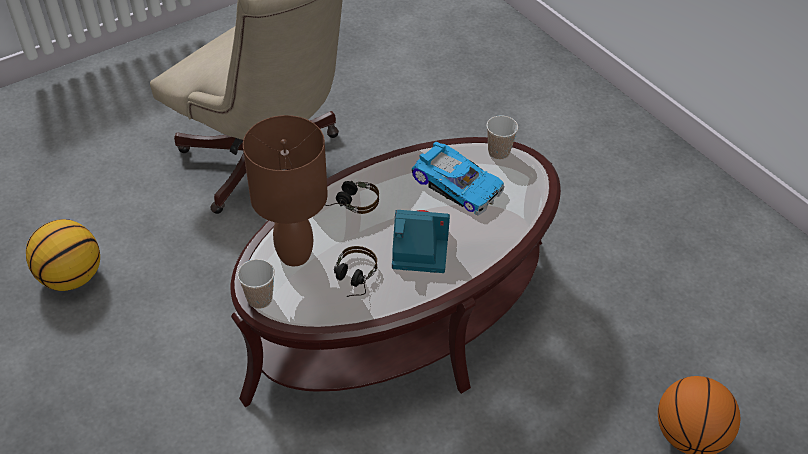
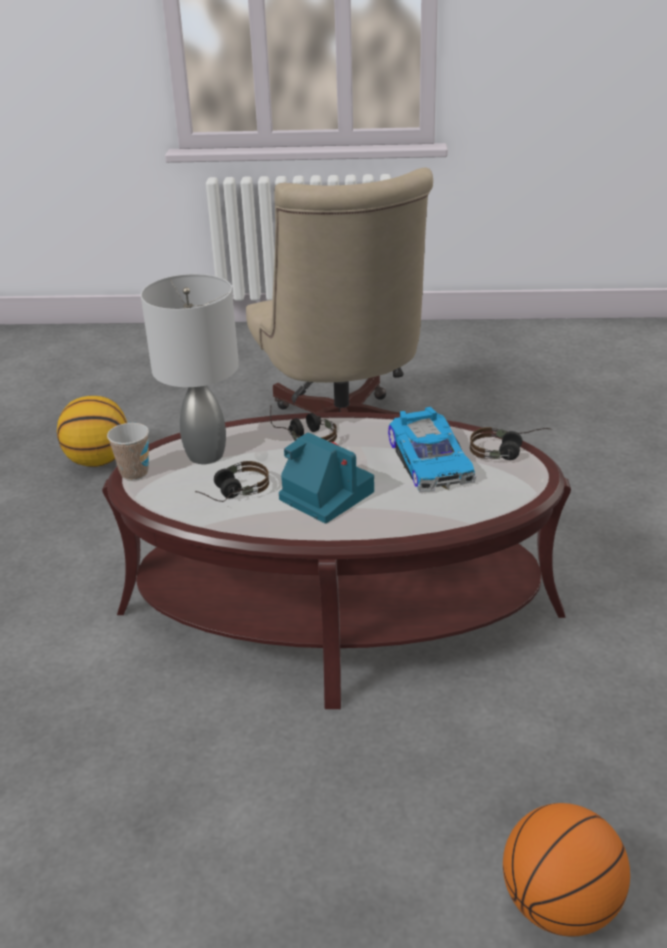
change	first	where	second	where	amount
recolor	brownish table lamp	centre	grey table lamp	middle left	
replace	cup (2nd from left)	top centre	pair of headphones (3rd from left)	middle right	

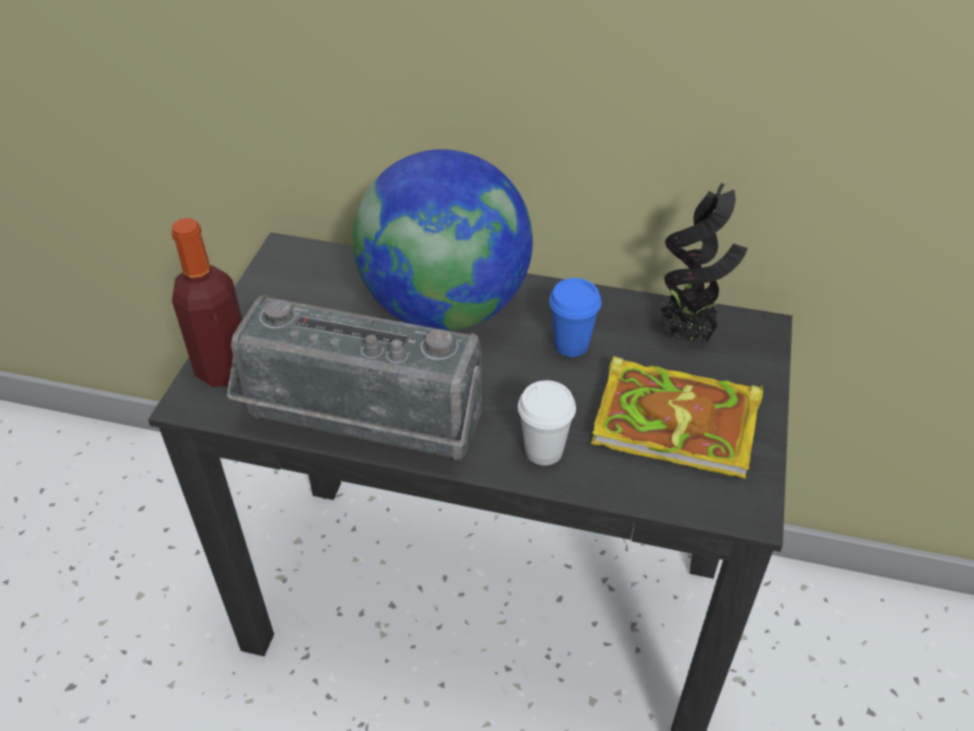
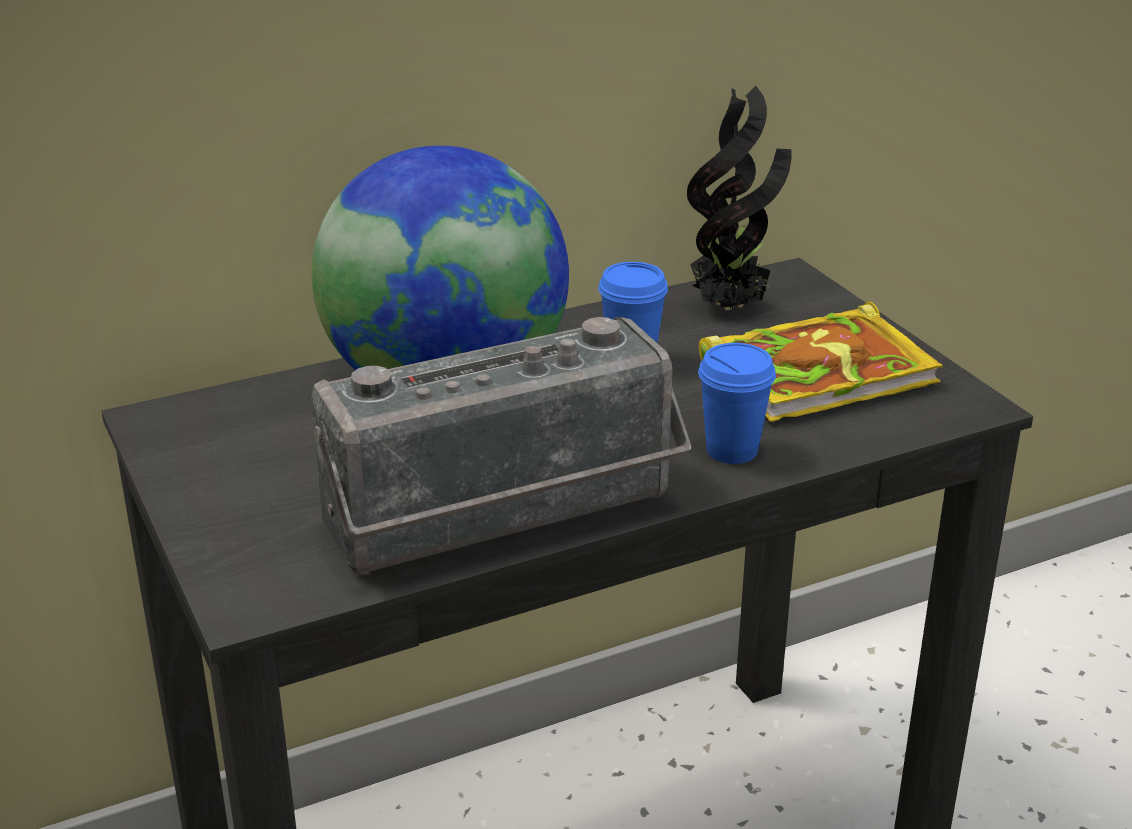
change	first	where	second	where	amount
recolor	white-coloured cup	centre	blue-coloured cup (2nd from left)	centre	
delete	beverage bottle	middle left			

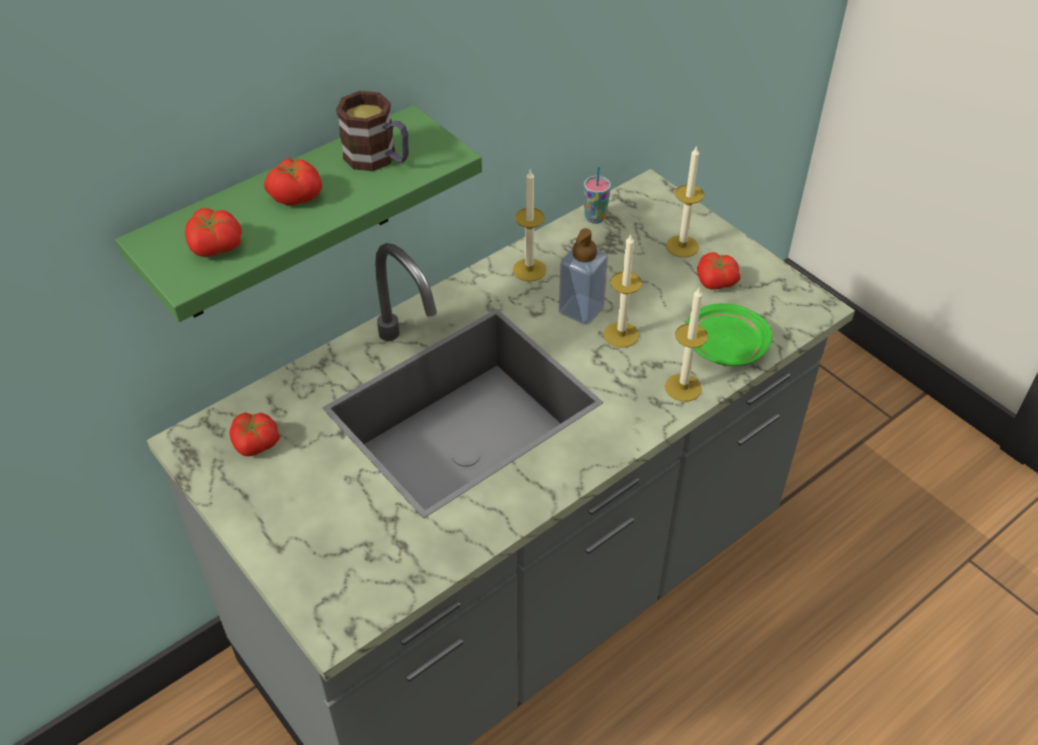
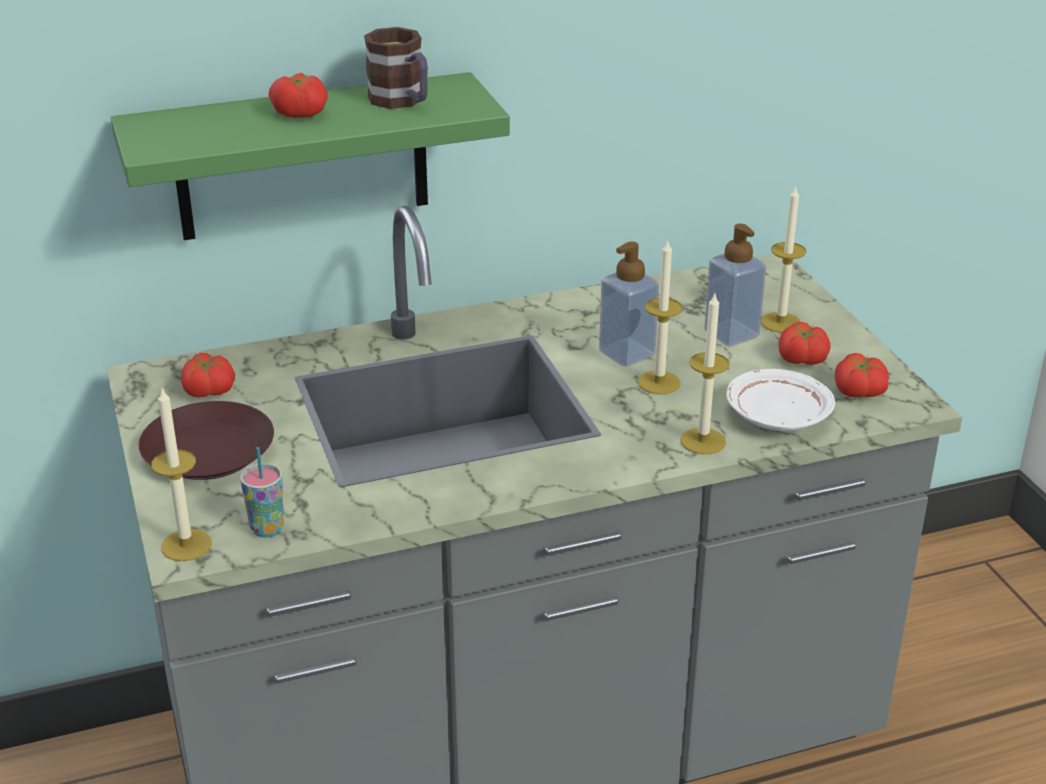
change	first	where	second	where	amount
insert			brownish plate	middle left	
move	candle (1st from left)	top centre		middle left	
move	cup	top centre		middle left	
insert			liquid soap bottle (2nd from left)	middle right	
recolor	green-coloured plate	middle right	white-coloured plate	middle right	
move	whole tomato (1st from left in the first image)	top left	whole tomato (4th from left)	middle right	

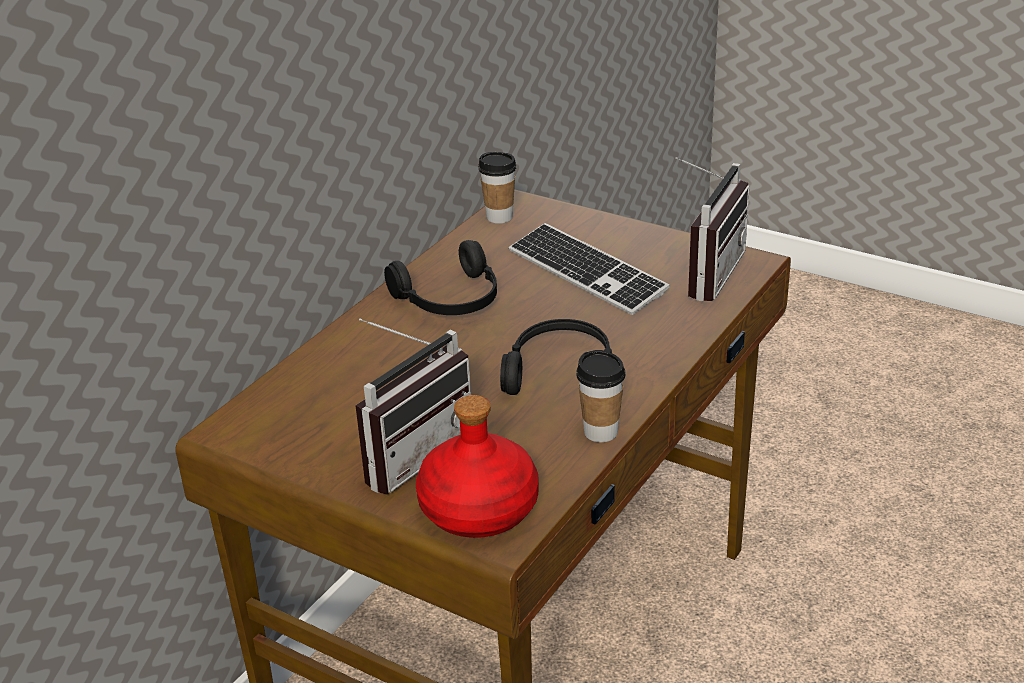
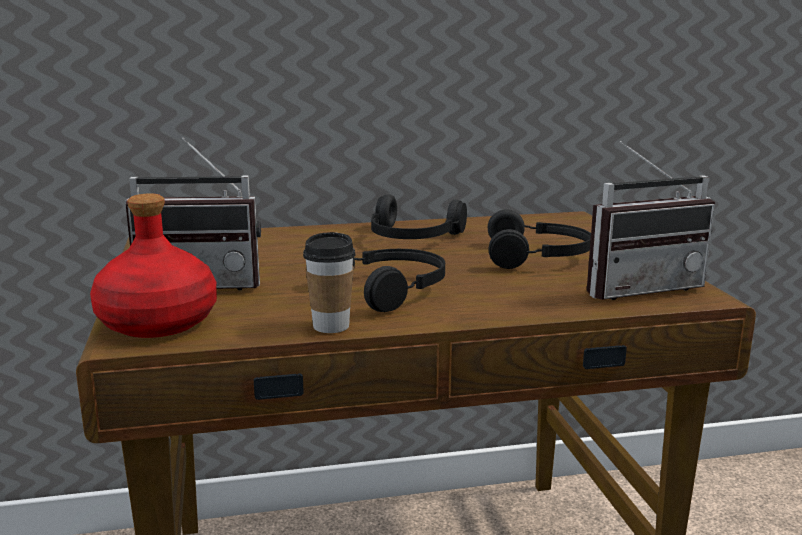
change	first	where	second	where	amount
replace	PC keyboard	centre	black-coloured pair of headphones (3rd from left)	middle right	
delete	cup (1st from left)	top centre			

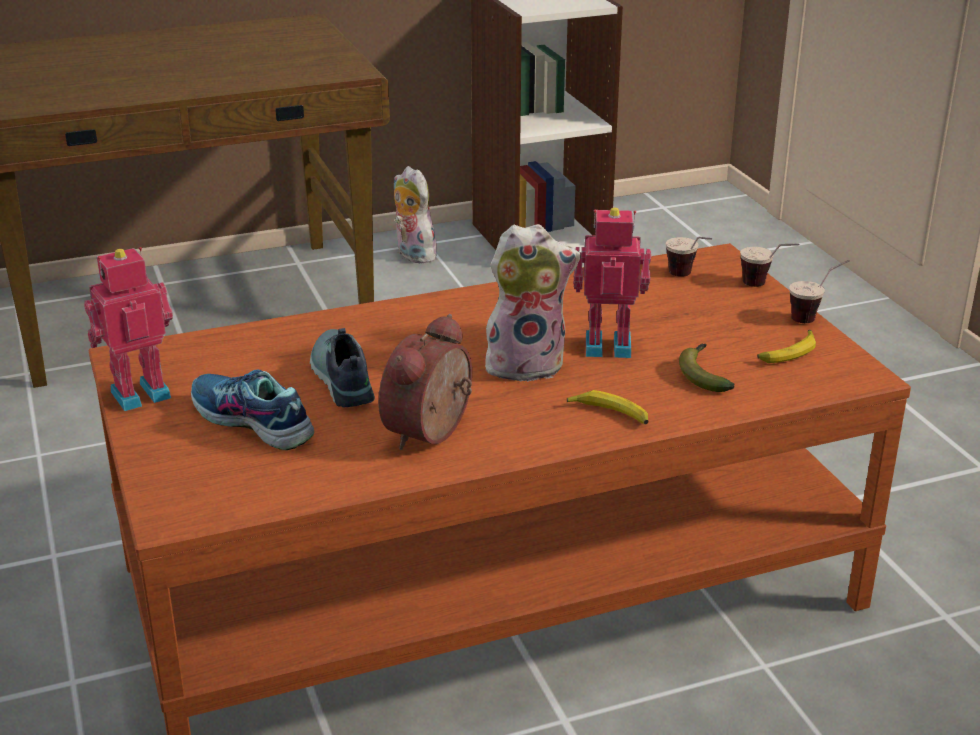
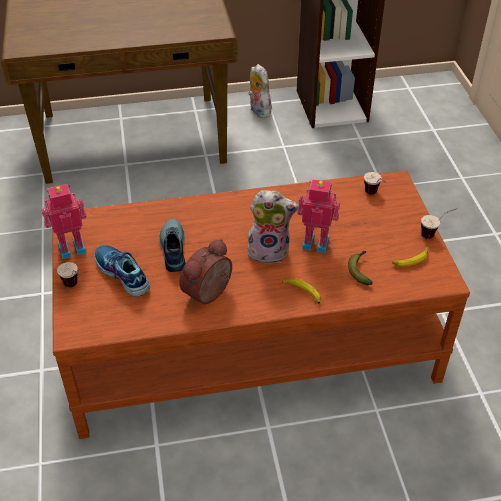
change	first	where	second	where	amount
move	cup (2nd from left in the first image)	middle right	cup (1st from left)	middle left	

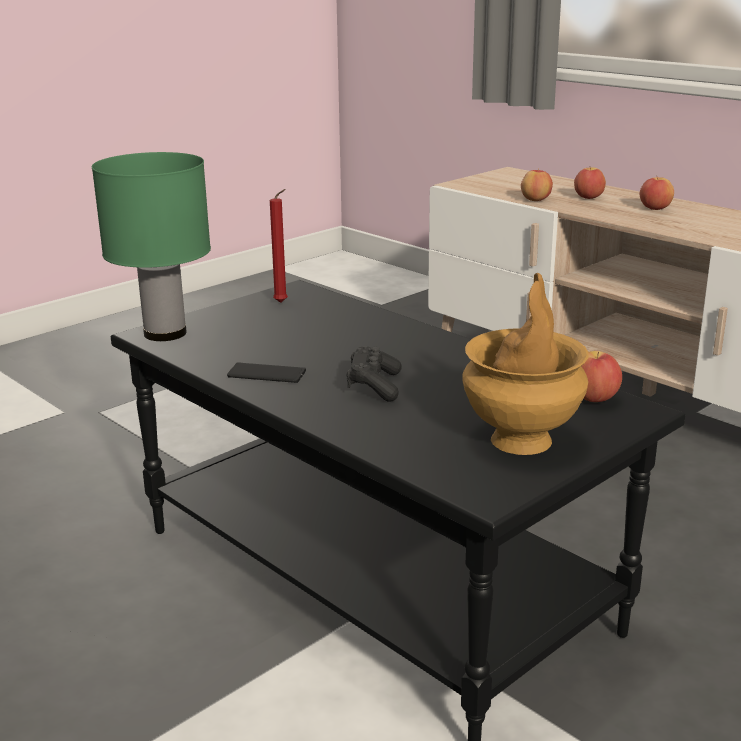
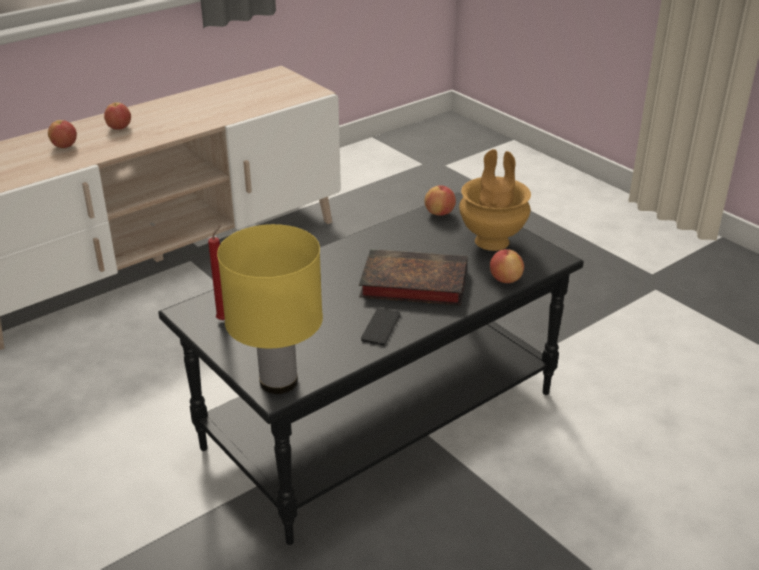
change	first	where	second	where	amount
recolor	green-coloured table lamp	top left	yellow table lamp	centre	
replace	black-coloured gamepad	centre	book	centre	
move	apple (1st from left in the first image)	top right	apple (4th from left)	middle right	

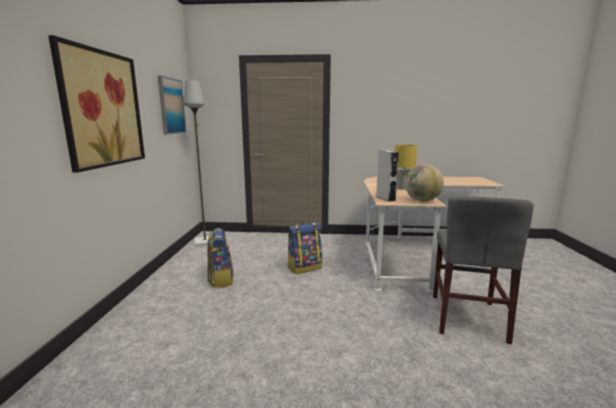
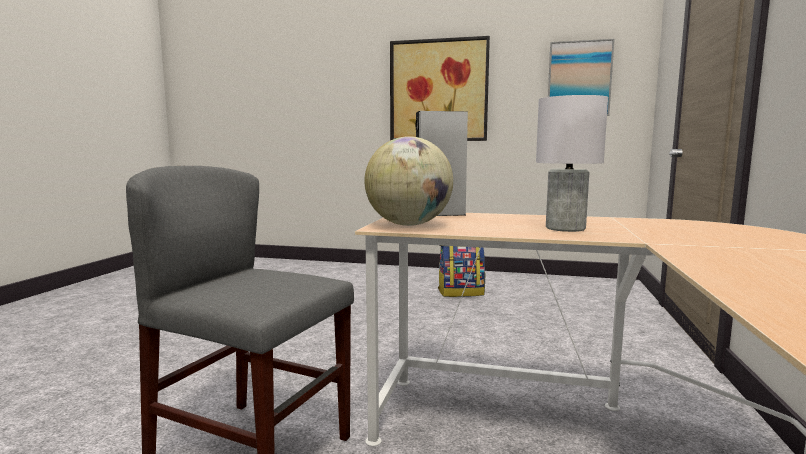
change	first	where	second	where	amount
recolor	yellow table lamp	centre	white-coloured table lamp	middle right	
delete	grey floor lamp	middle left			
delete	knapsack (2nd from left)	centre			

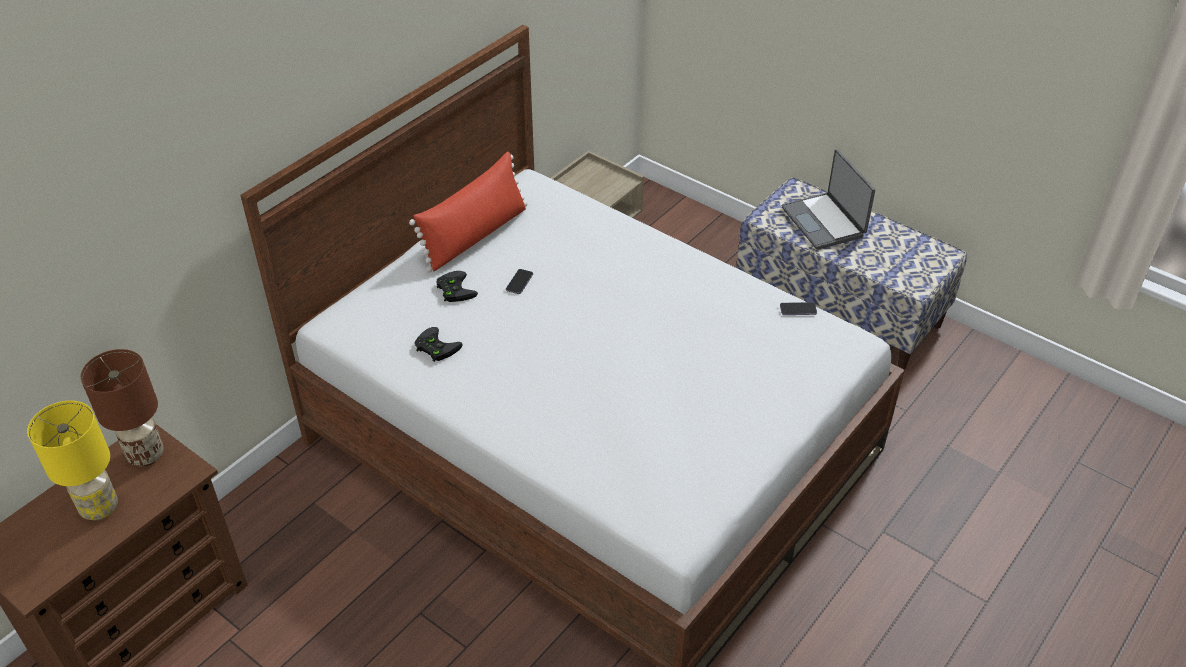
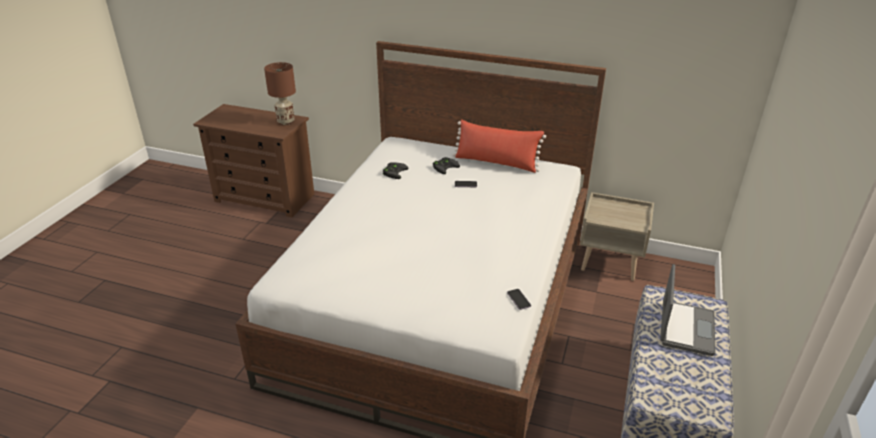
change	first	where	second	where	amount
rotate	laptop	top right		bottom right	150 degrees clockwise
delete	yellow table lamp	bottom left			

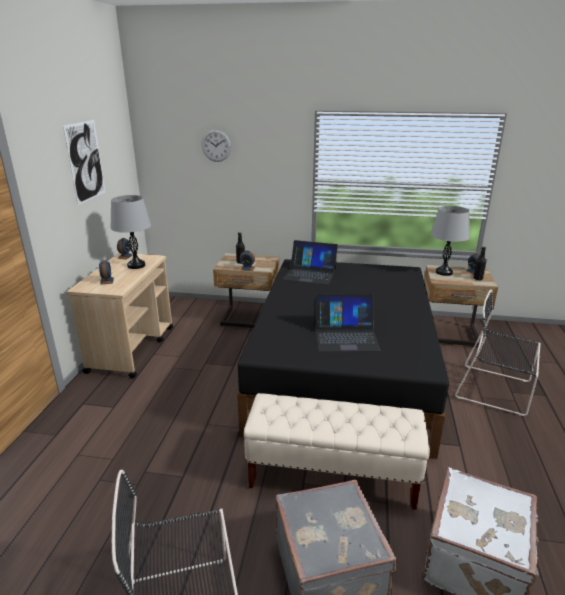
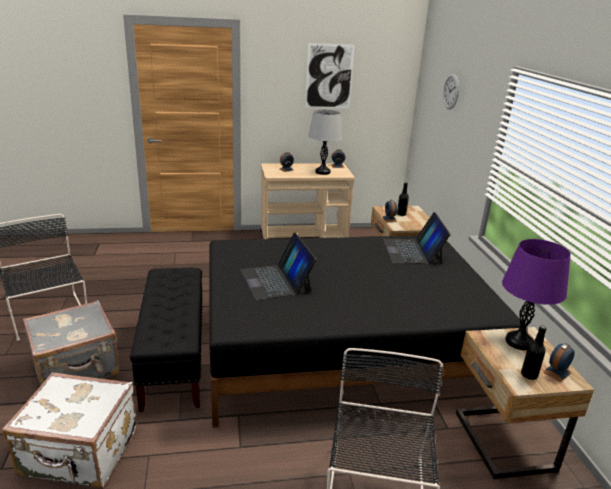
change	first	where	second	where	amount
recolor	beige indoor bench	bottom centre	black-coloured indoor bench	bottom left	
recolor	grey table lamp (2nd from left)	middle right	purplish table lamp	middle right	

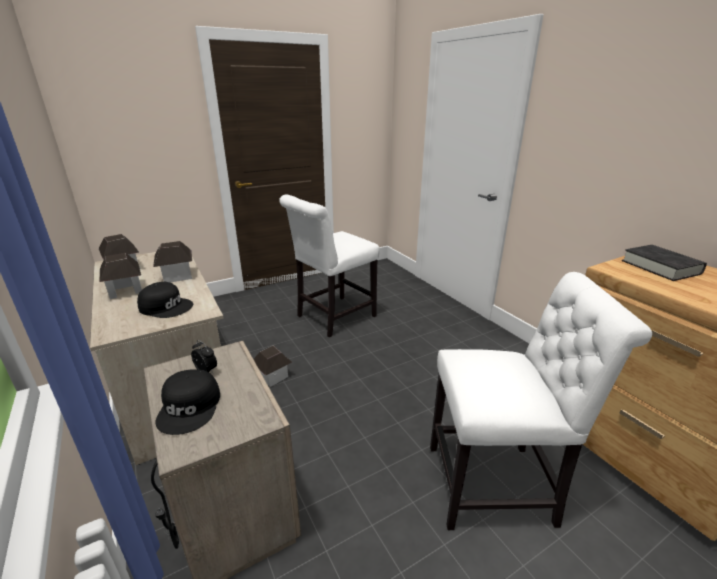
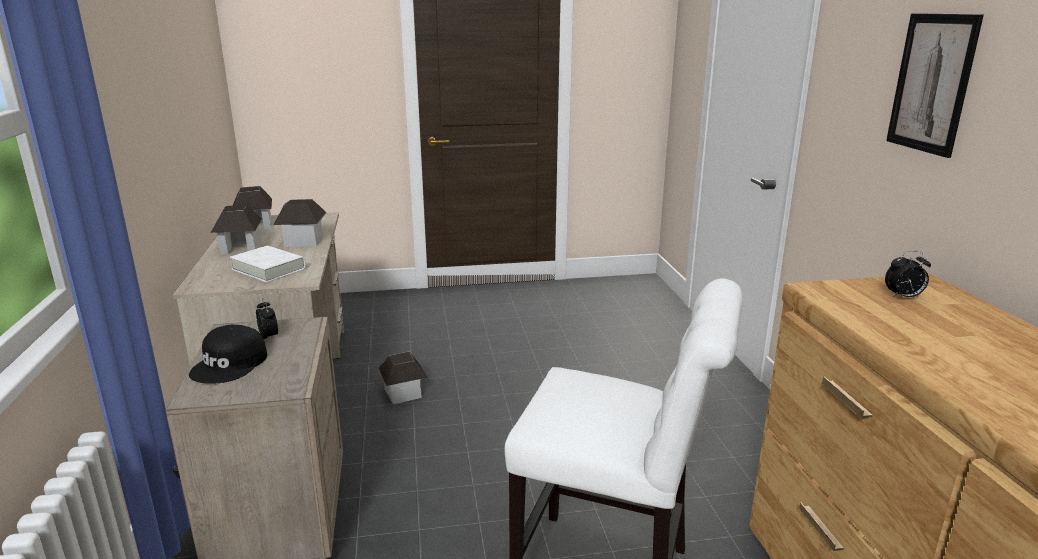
change	first	where	second	where	amount
replace	black-coloured cap (1st from left)	middle left	white-coloured book	middle left	
replace	black-coloured book	middle right	alarm clock (2nd from left)	middle right	
insert			wall art	top right	
delete	white-coloured chair (1st from left)	centre			

